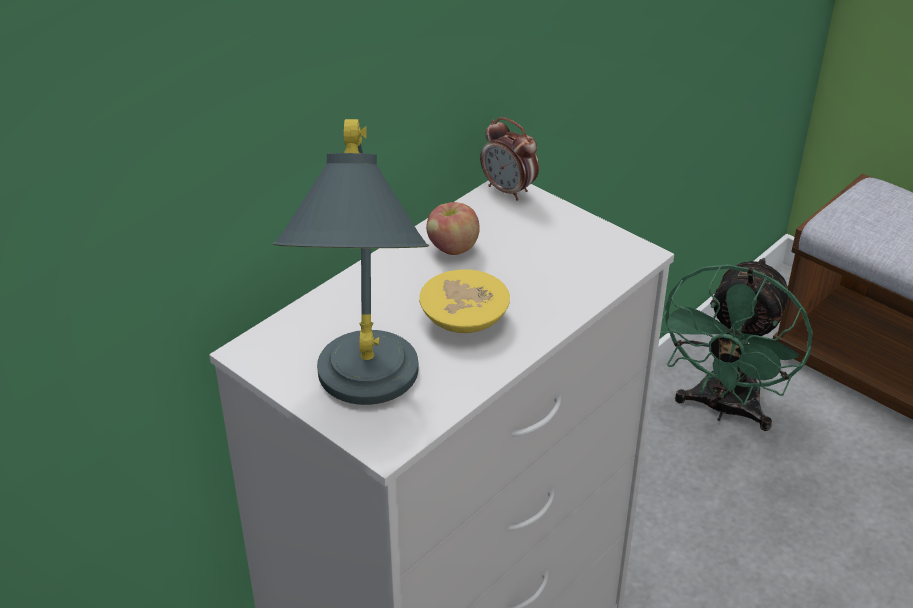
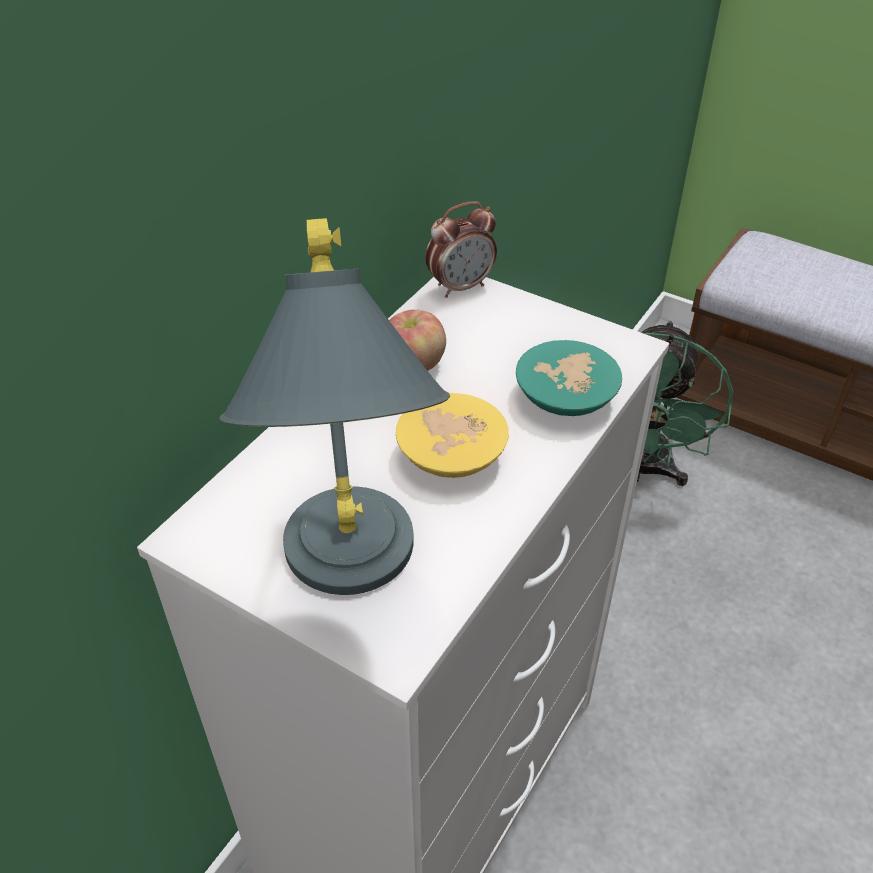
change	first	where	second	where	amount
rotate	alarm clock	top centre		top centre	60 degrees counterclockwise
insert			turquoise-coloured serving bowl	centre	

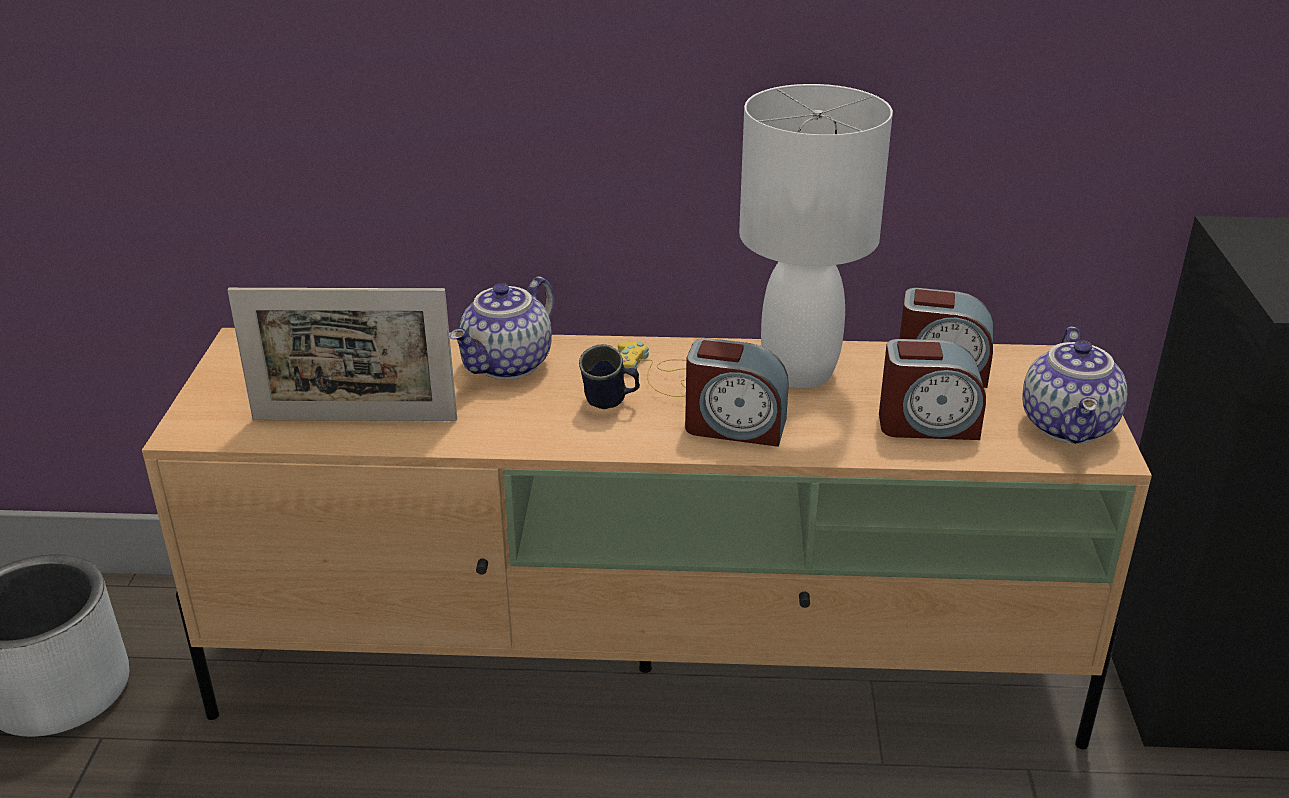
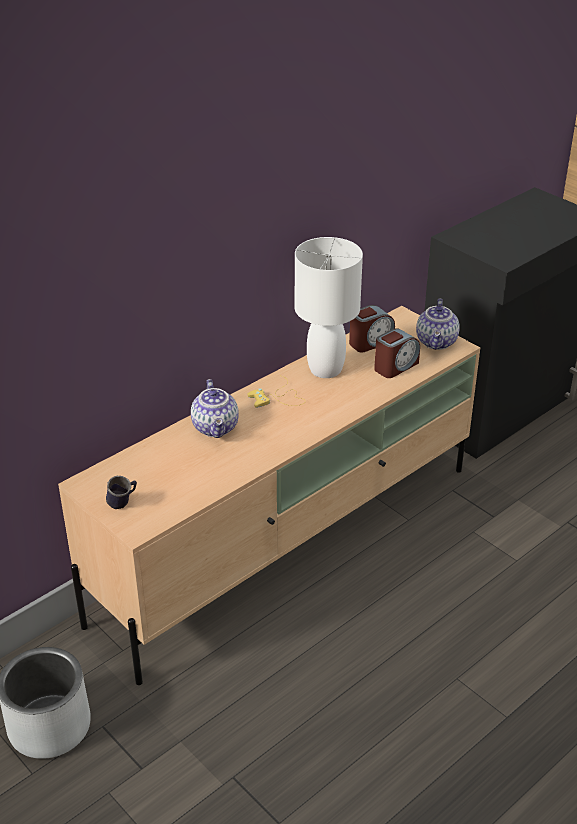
change	first	where	second	where	amount
move	blue-coloured mug	centre		middle left	
rotate	pot for tea (2nd from left)	middle right		middle right	45 degrees clockwise
delete	photo frame	middle left			
delete	alarm clock (1st from left)	centre			

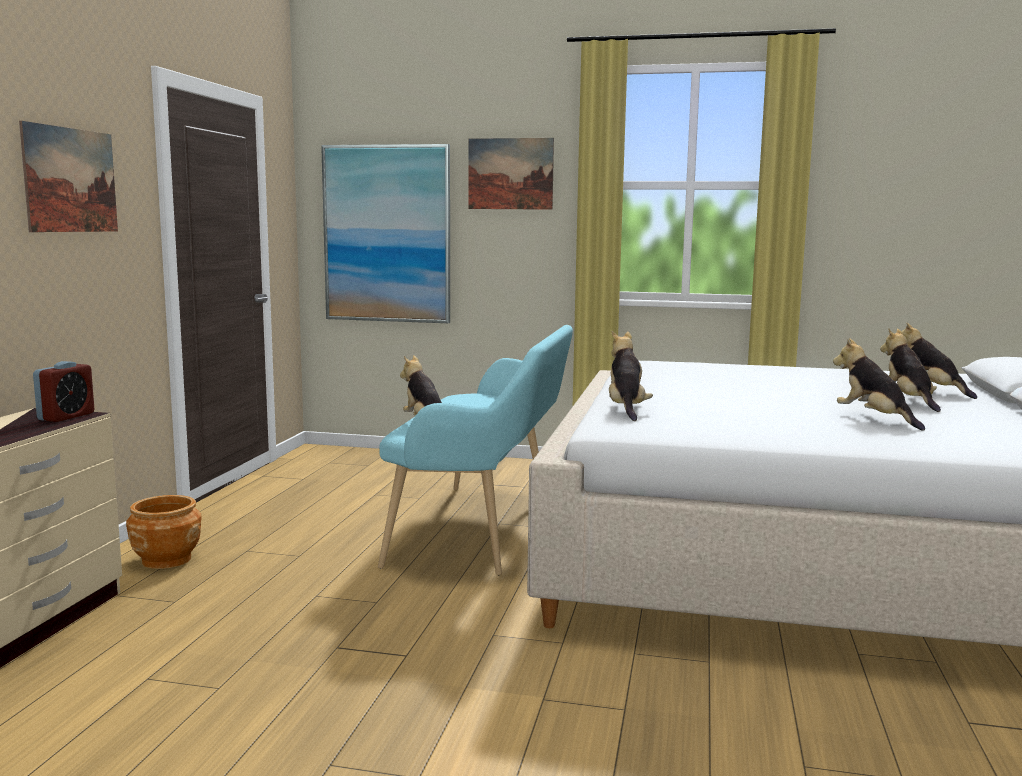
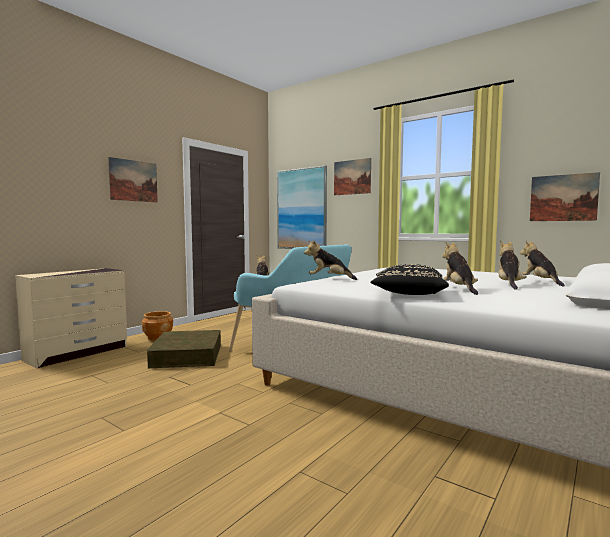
change	first	where	second	where	amount
insert			brownish storage bin	middle left	
rotate	soft toy (2nd from left)	centre		centre	105 degrees counterclockwise
insert			black-coloured cushion	middle right	
insert			wall art (4th from left)	middle right	
delete	alarm clock	middle left			

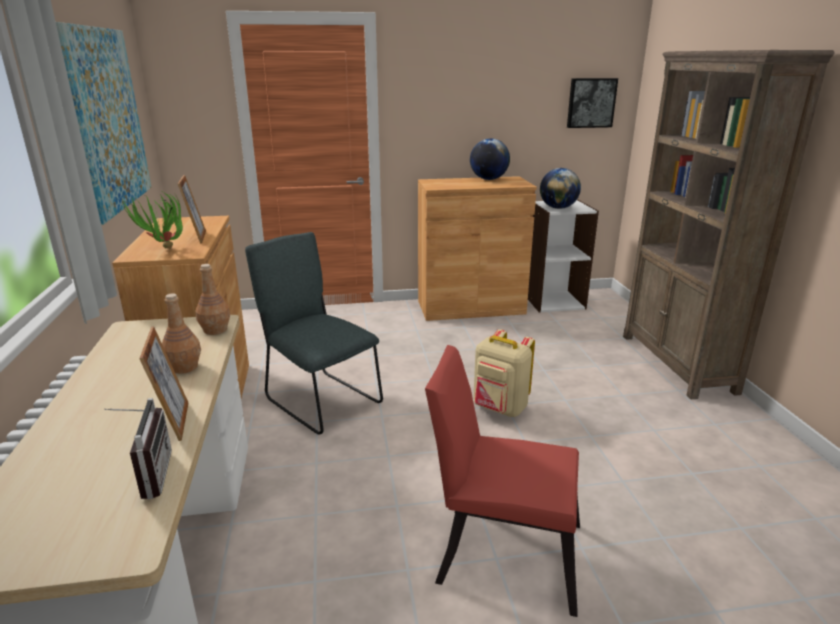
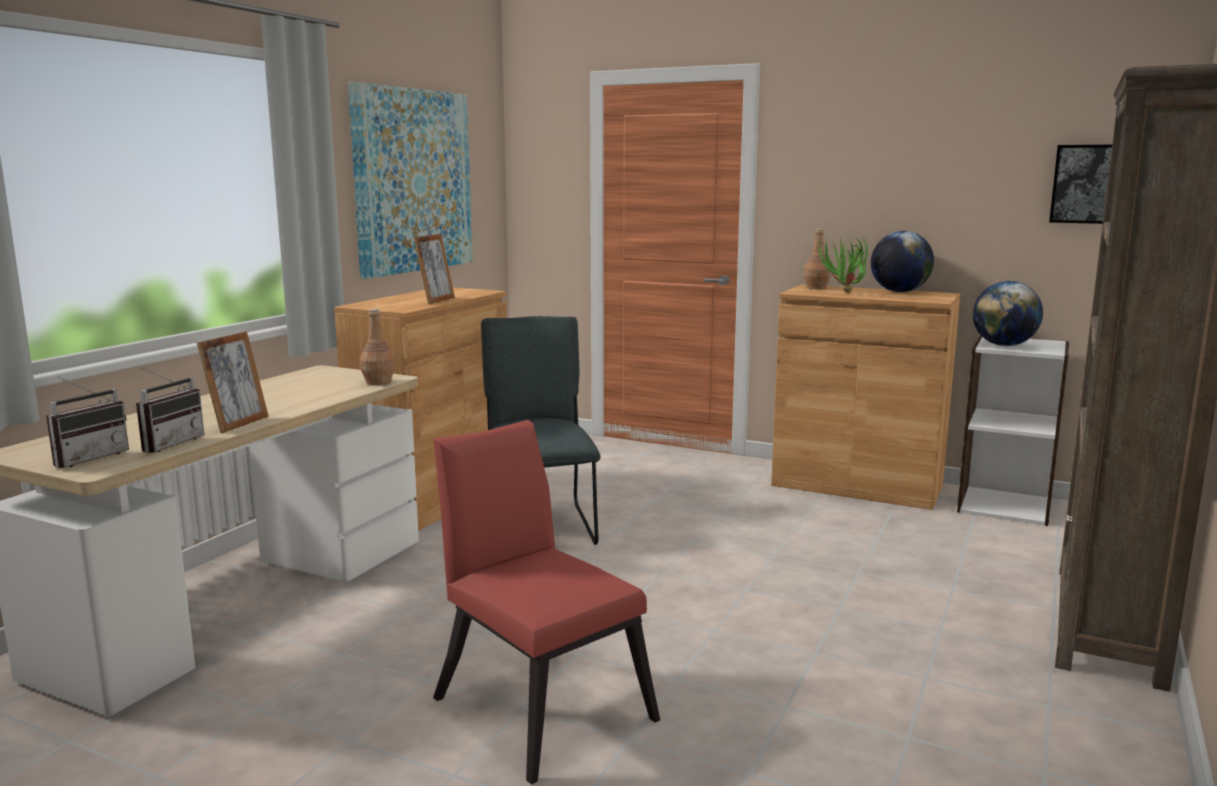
change	first	where	second	where	amount
insert			radio set (1st from left)	middle left	
move	brownish beverage bottle (1st from left in the first image)	middle left	brownish beverage bottle (2nd from left)	top right	
move	plant in a pot	middle left		middle right	
delete	beige knapsack	centre			

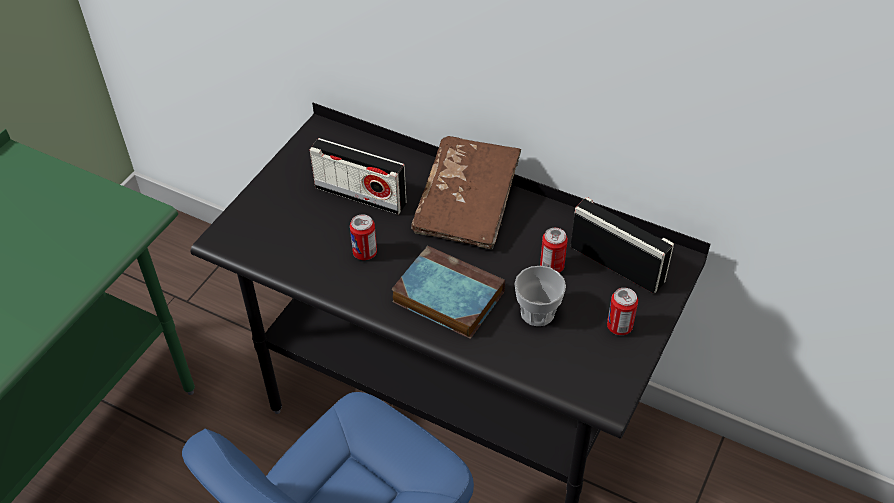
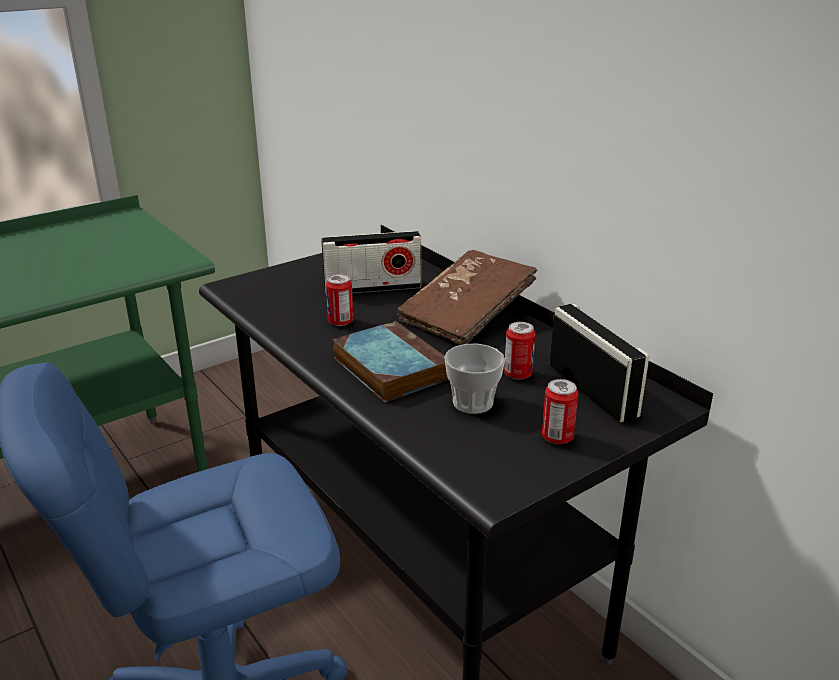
change	first	where	second	where	amount
rotate	radio set (1st from left)	centre		centre	60 degrees counterclockwise

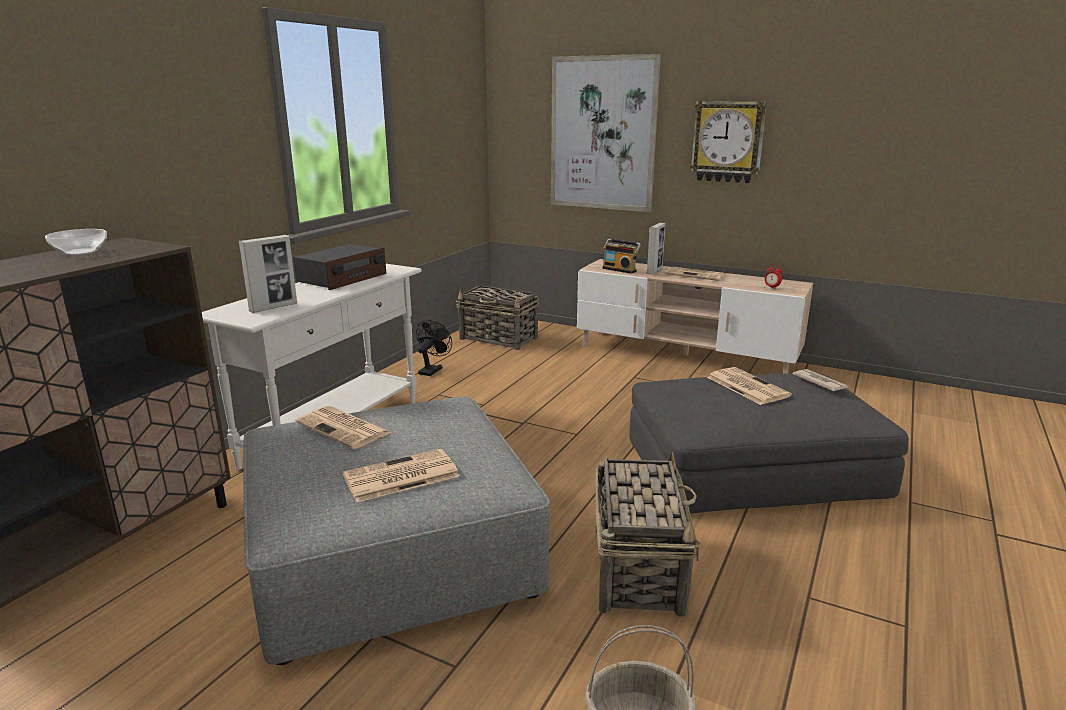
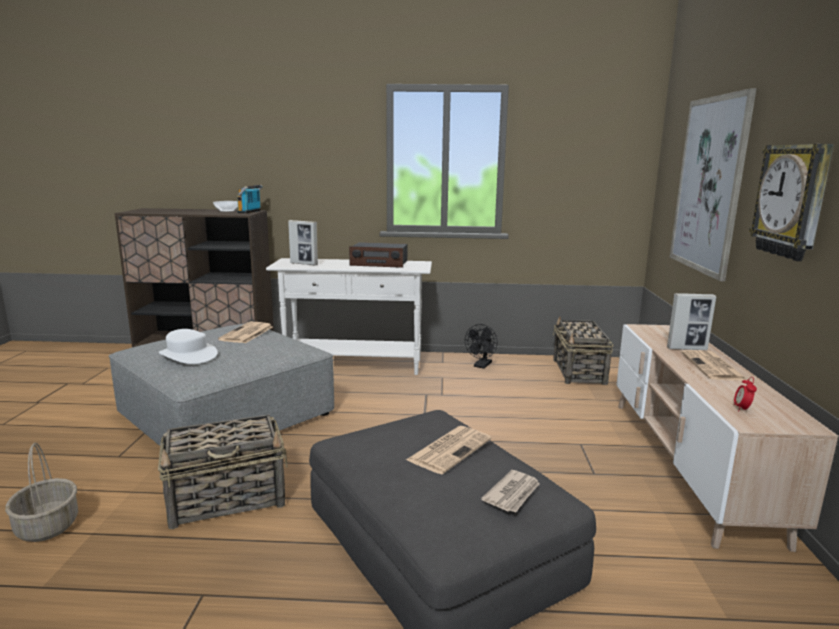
change	first	where	second	where	amount
replace	newspaper (2nd from left)	bottom centre	white-coloured clothing hat	middle left	
move	radio set (2nd from left in the first image)	centre	radio set (1st from left)	top left	
rotate	black-coloured cooling fan	centre		centre	120 degrees clockwise

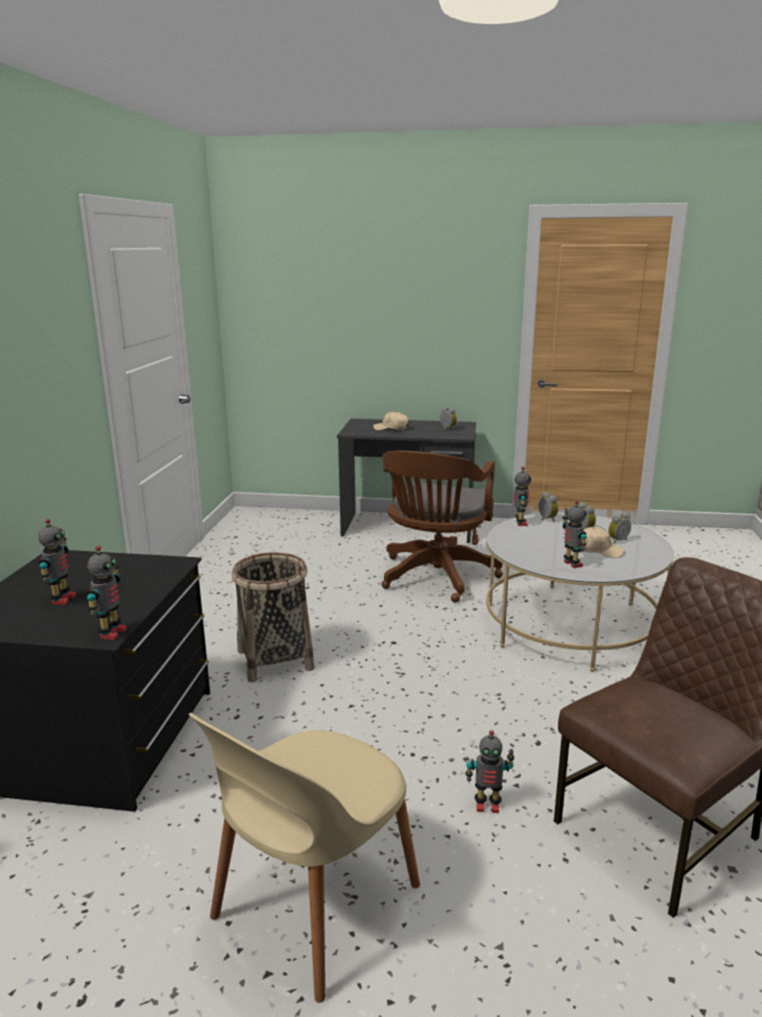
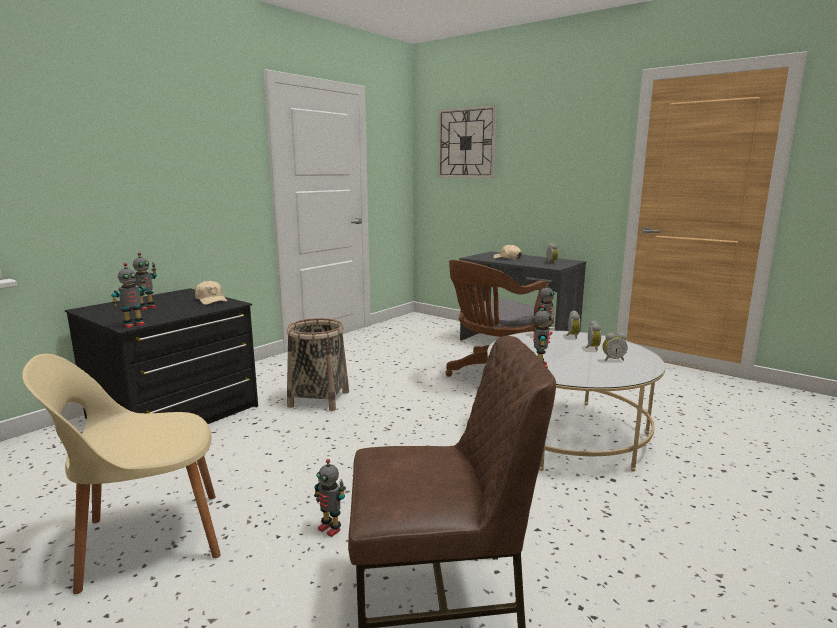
change	first	where	second	where	amount
move	beige cap (2nd from left in the first image)	middle right	beige cap (1st from left)	middle left	
insert			clock on the wall	top centre	

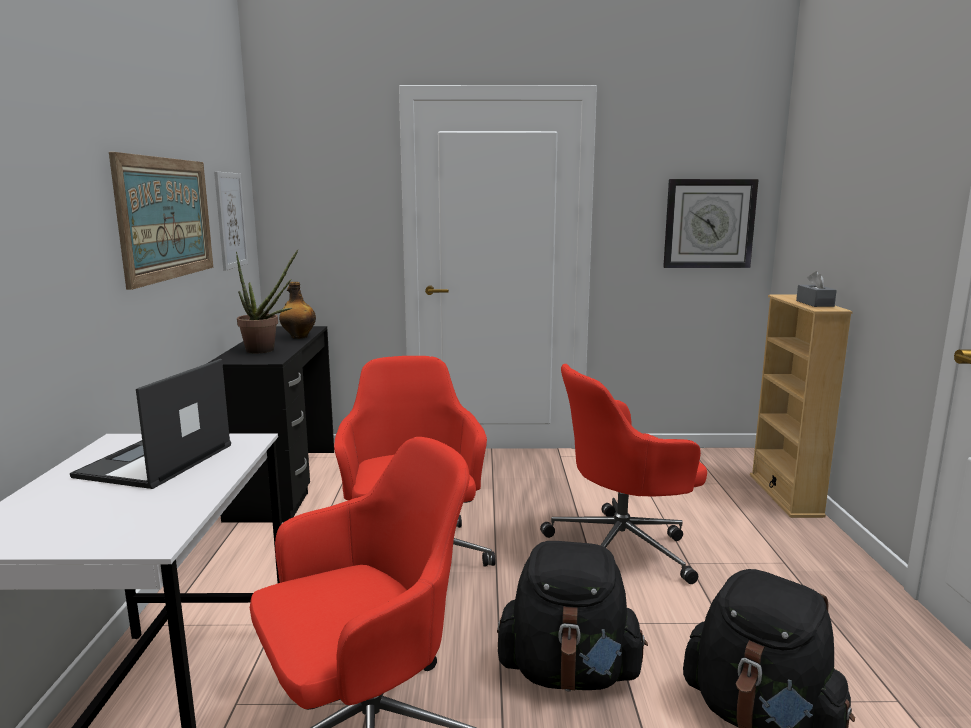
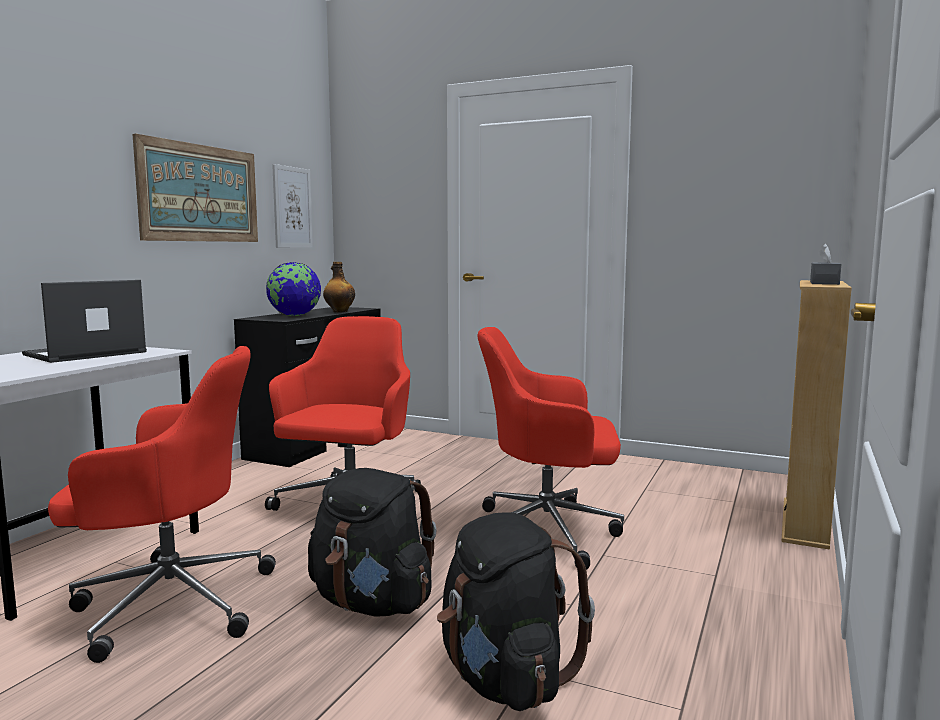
change	first	where	second	where	amount
replace	plant in a pot	middle left	globe	middle left	
delete	clock on the wall	top right			

